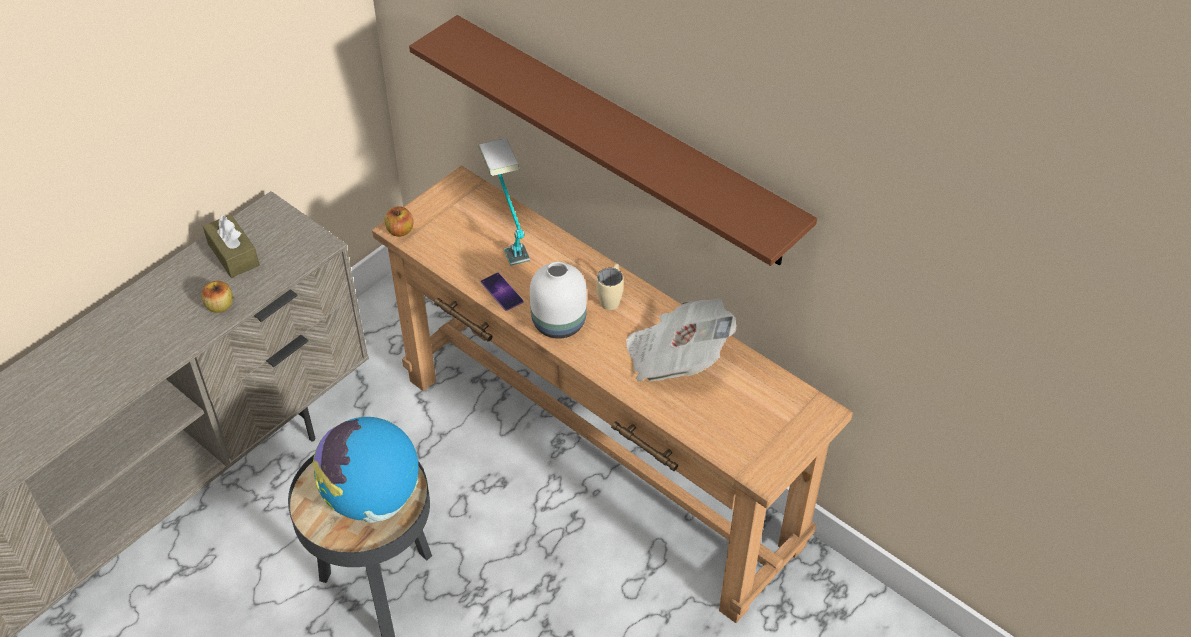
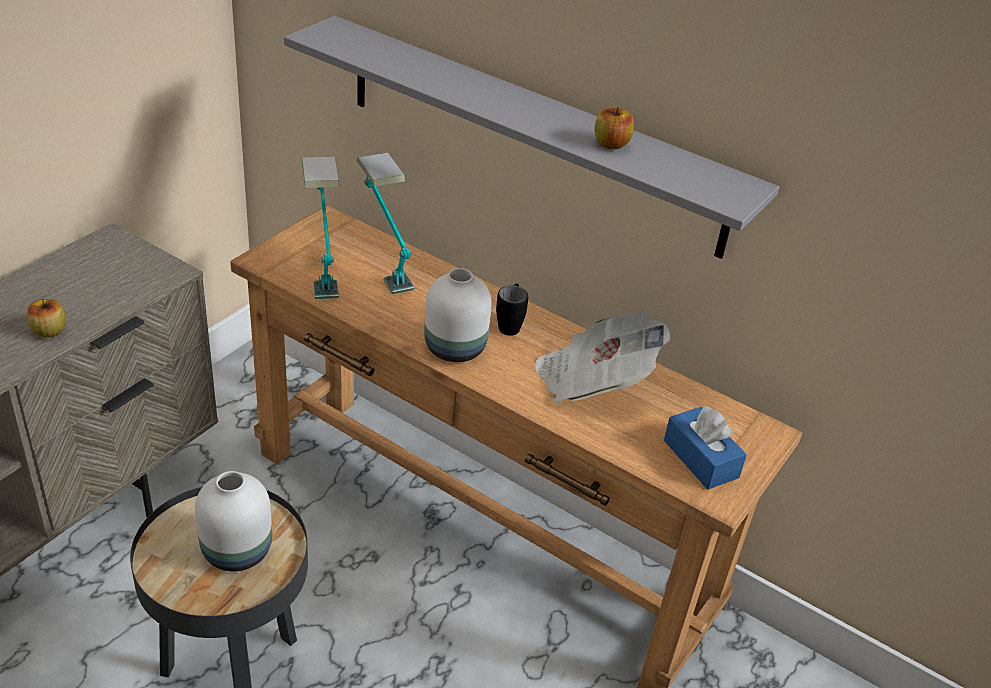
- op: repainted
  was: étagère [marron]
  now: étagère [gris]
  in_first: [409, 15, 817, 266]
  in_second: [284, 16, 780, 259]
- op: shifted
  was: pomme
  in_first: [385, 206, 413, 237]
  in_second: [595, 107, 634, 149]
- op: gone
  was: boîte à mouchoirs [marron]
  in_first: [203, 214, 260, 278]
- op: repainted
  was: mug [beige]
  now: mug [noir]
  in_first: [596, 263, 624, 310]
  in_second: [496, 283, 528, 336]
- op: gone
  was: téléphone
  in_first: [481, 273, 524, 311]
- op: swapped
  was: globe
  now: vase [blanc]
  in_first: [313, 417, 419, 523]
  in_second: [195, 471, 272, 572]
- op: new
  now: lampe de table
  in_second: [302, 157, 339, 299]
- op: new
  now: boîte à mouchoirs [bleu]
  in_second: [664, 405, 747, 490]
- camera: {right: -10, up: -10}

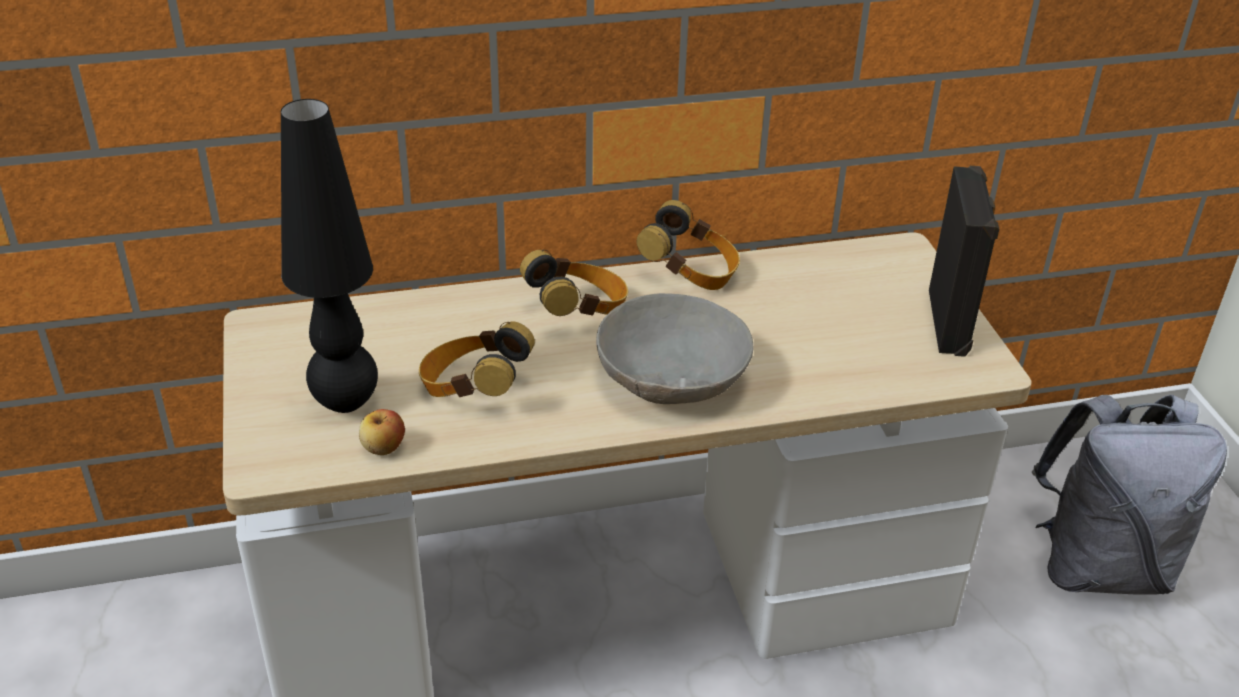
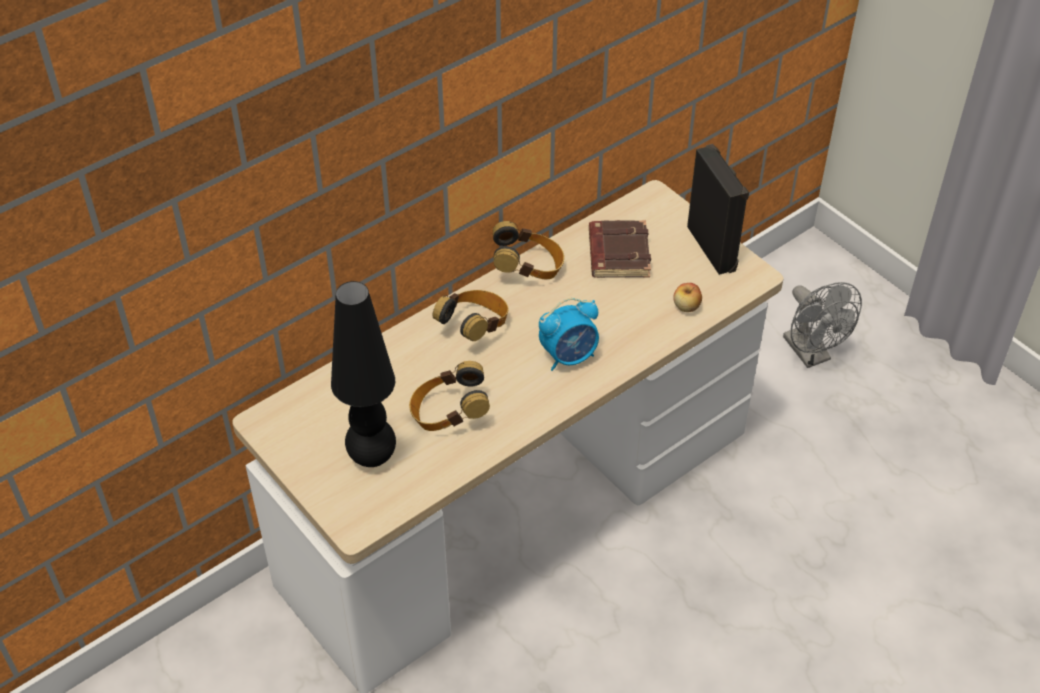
- op: swapped
  was: bol [gris]
  now: réveil
  in_first: [596, 293, 753, 404]
  in_second: [539, 298, 599, 371]
- op: swapped
  was: sac à dos [gris]
  now: ventilateur [gris]
  in_first: [1032, 395, 1227, 595]
  in_second: [783, 282, 862, 368]
- op: shifted
  was: pomme
  in_first: [359, 409, 405, 455]
  in_second: [673, 283, 702, 312]
- op: new
  now: livre [marron]
  in_second: [589, 220, 651, 278]
- camera: {right: -25, up: 10}

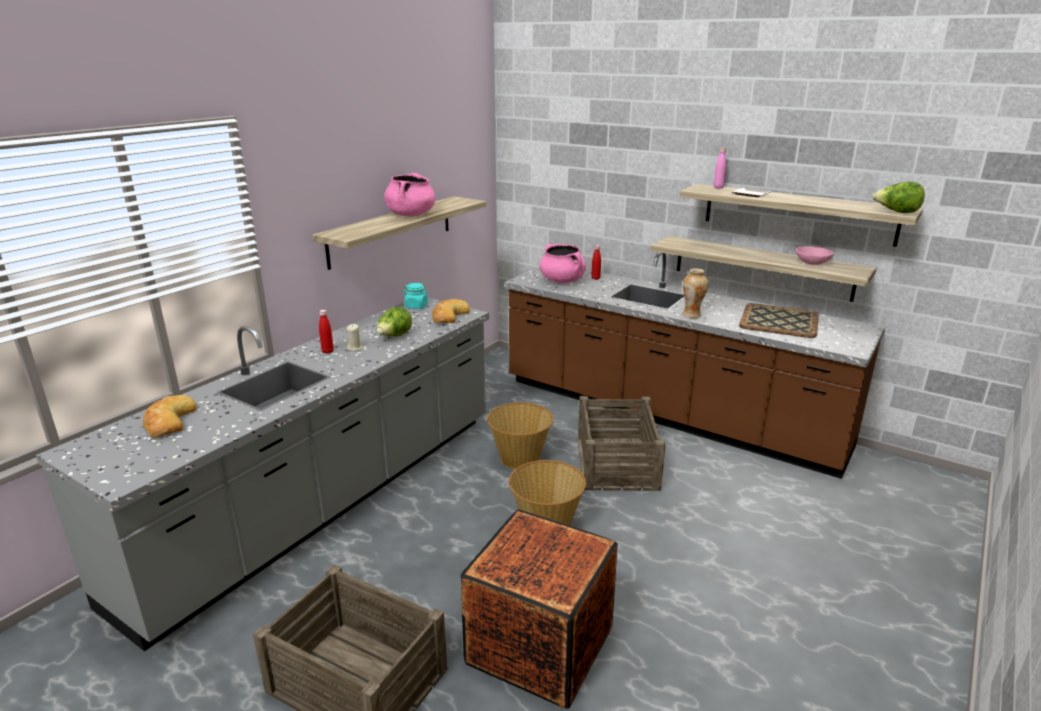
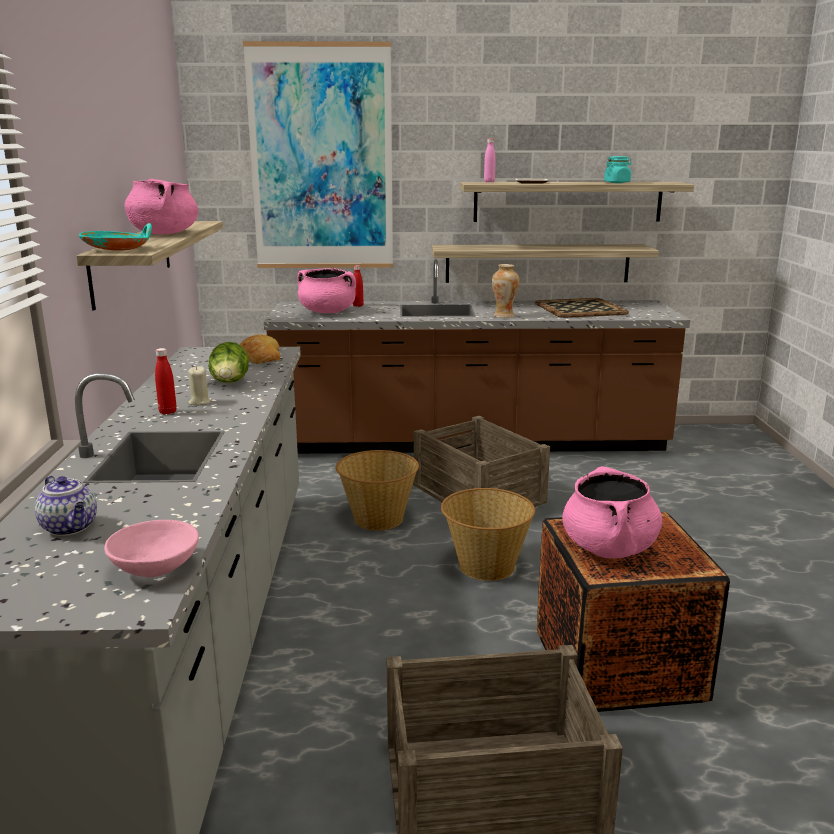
- op: gone
  was: laitue
  in_first: [872, 181, 925, 213]
- op: shifted
  was: bol [rose]
  in_first: [796, 246, 834, 265]
  in_second: [104, 520, 199, 577]
- op: shifted
  was: bocal [turquoise]
  in_first: [404, 283, 428, 309]
  in_second: [604, 156, 632, 183]
- op: swapped
  was: pain
  now: théière
  in_first: [143, 395, 196, 437]
  in_second: [35, 476, 97, 536]
- op: new
  now: tableau
  in_second: [243, 41, 393, 268]
- op: new
  now: bol [turquoise]
  in_second: [79, 223, 152, 250]
- op: new
  now: marmite [rose]
  in_second: [562, 466, 662, 558]
- camera: {right: -35, up: -5}

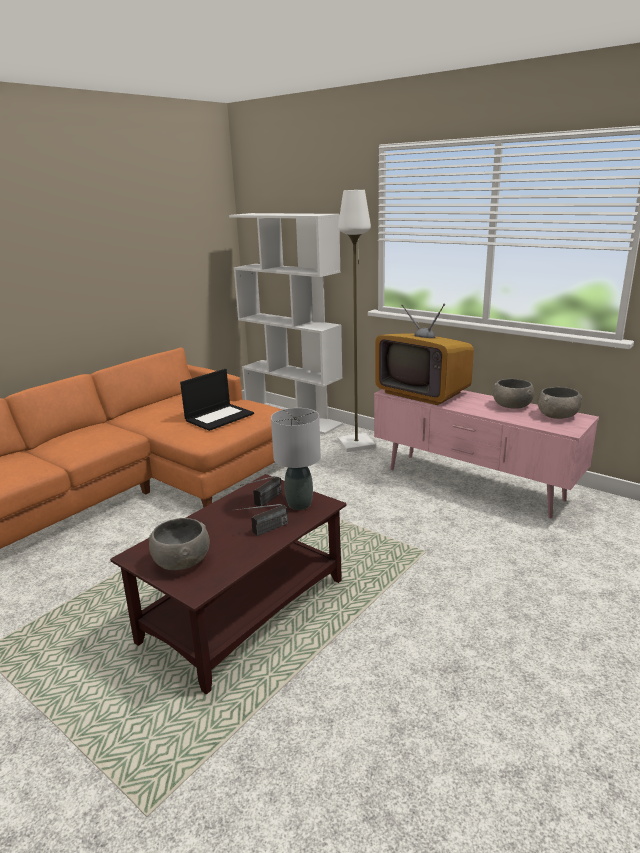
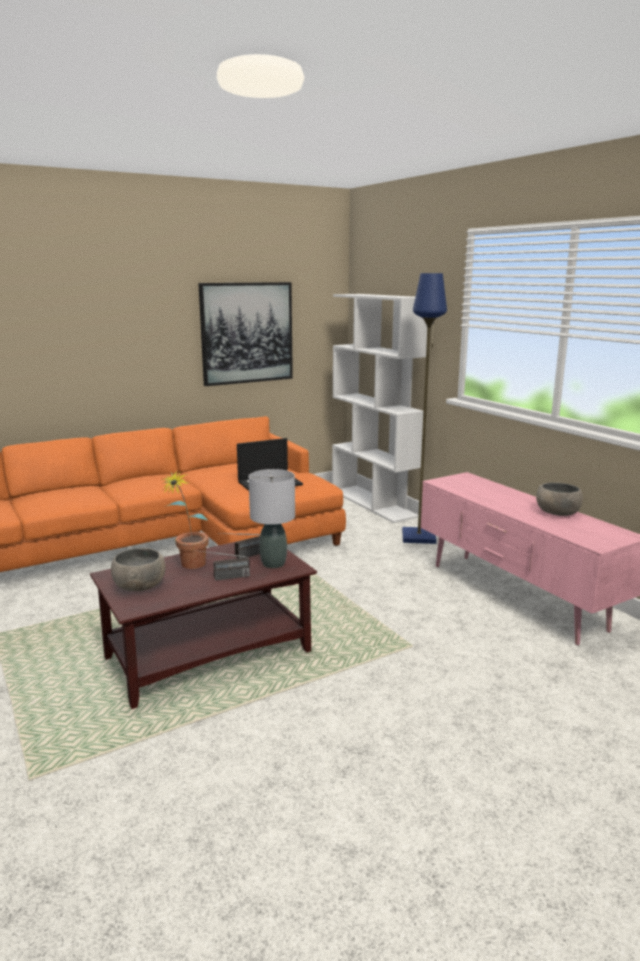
- op: repainted
  was: lampadaire [blanc]
  now: lampadaire [bleu]
  in_first: [338, 190, 376, 452]
  in_second: [402, 273, 447, 544]
- op: gone
  was: téléviseur
  in_first: [375, 304, 474, 405]
- op: gone
  was: bol [gris]
  in_first: [537, 387, 582, 419]
- op: new
  now: tableau
  in_second: [198, 282, 293, 386]
- op: new
  now: plante en pot
  in_second: [162, 469, 209, 569]
- camera: {right: 20, up: -5}

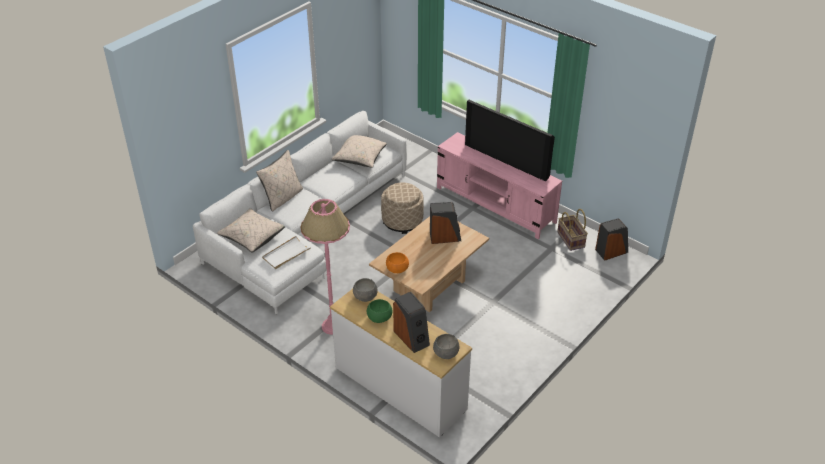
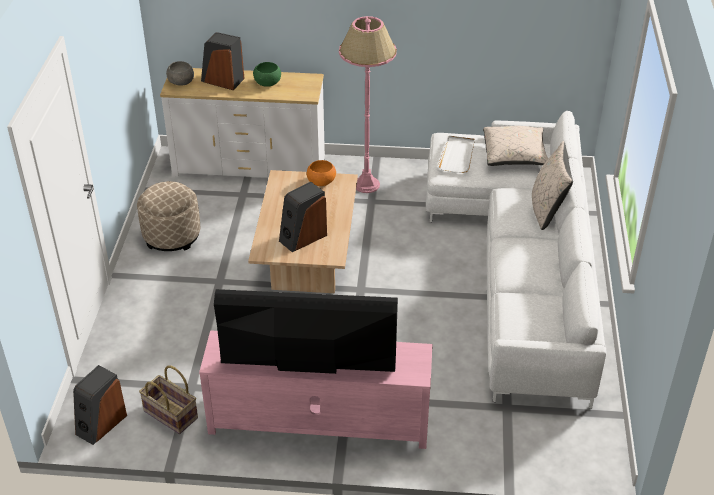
- op: gone
  was: coussin [beige]
  in_first: [332, 135, 387, 168]
- op: shifted
  was: pouf [beige]
  in_first: [381, 183, 424, 234]
  in_second: [137, 181, 201, 251]
- op: gone
  was: bol [gris]
  in_first: [353, 278, 378, 302]
- camera: {right: 145, up: 0}

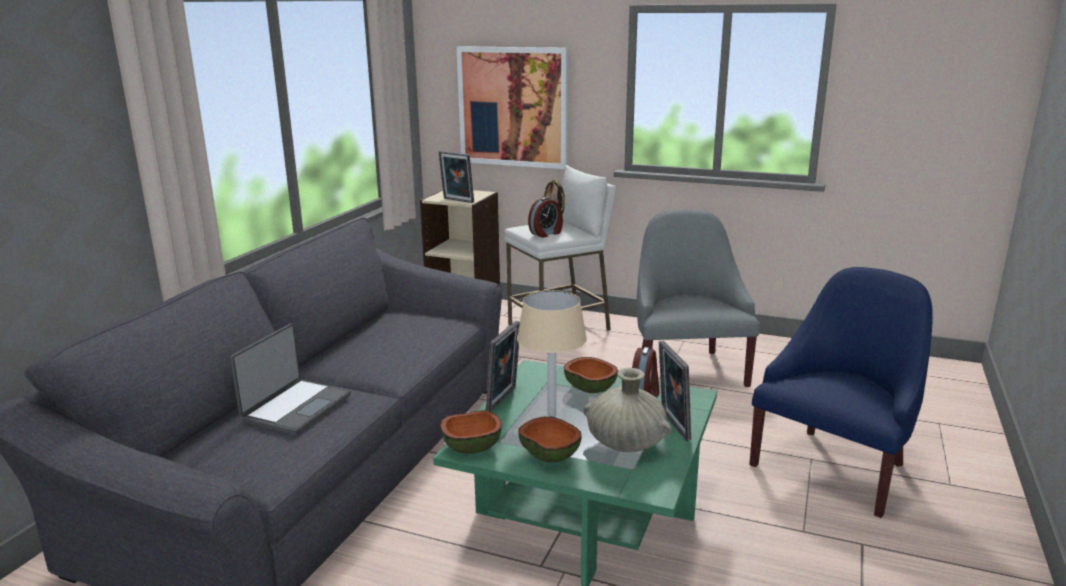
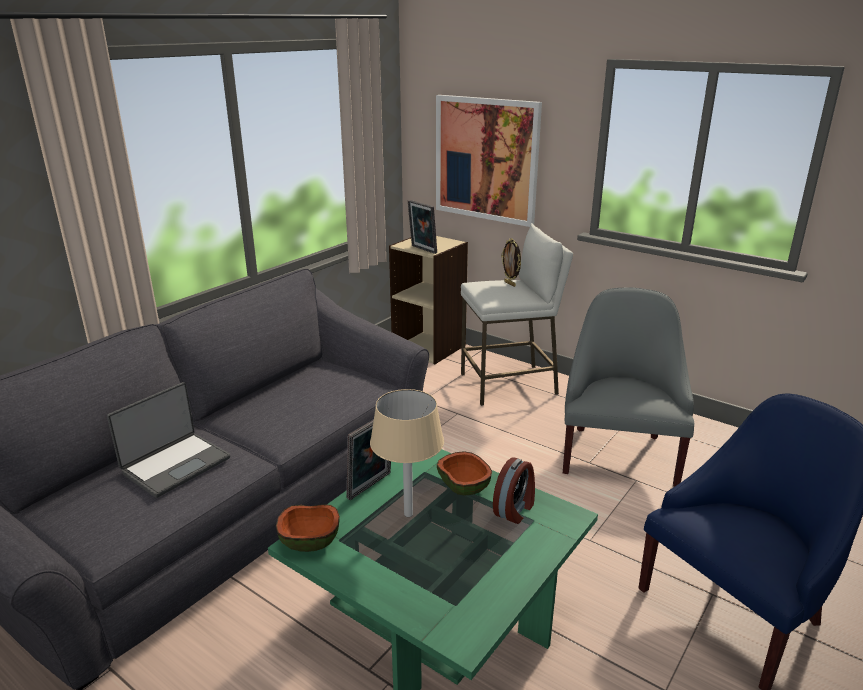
- op: gone
  was: réveil
  in_first: [528, 197, 563, 238]
- op: gone
  was: cadre photo
  in_first: [659, 341, 691, 441]
- op: gone
  was: vase [beige]
  in_first: [584, 368, 672, 452]
- op: gone
  was: bol
  in_first: [518, 417, 582, 462]
- camera: {right: 15, up: 5}

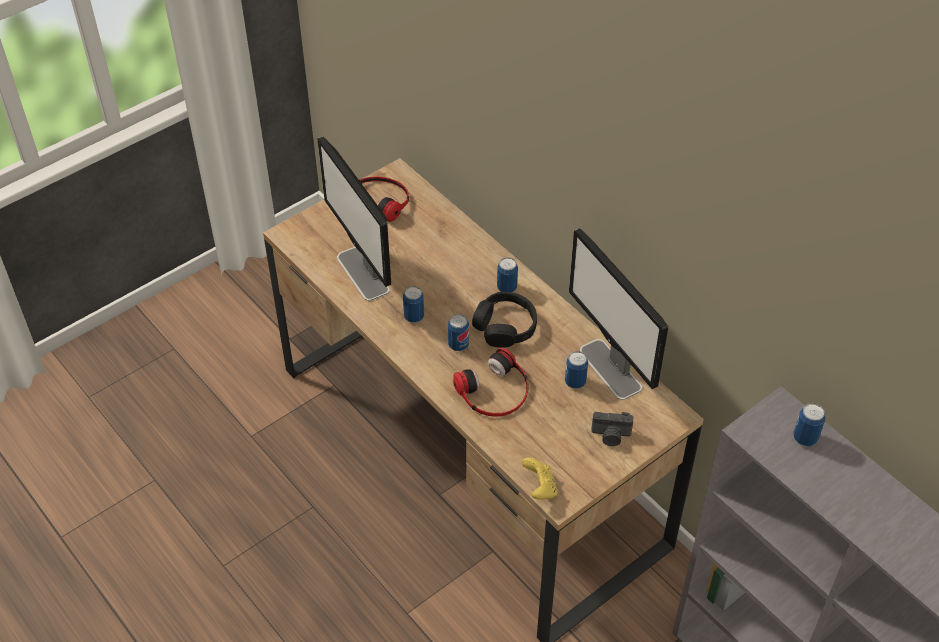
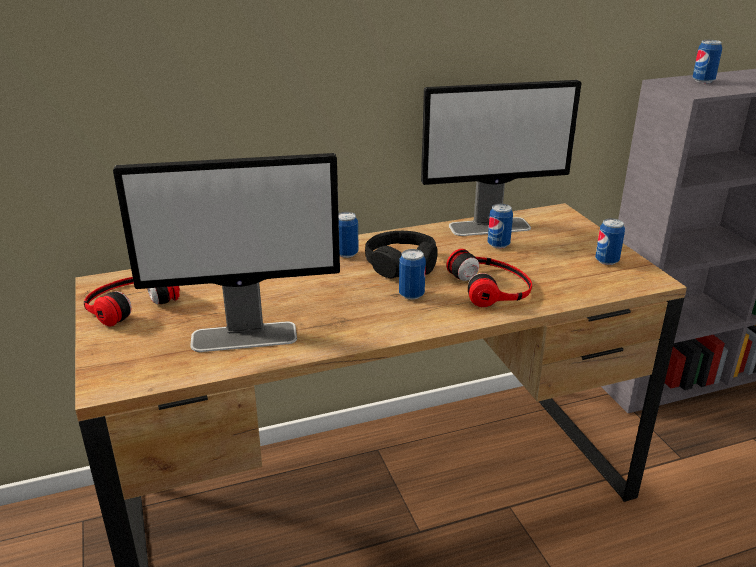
- op: shifted
  was: boîte métallique
  in_first: [403, 286, 424, 323]
  in_second: [595, 218, 625, 265]
- op: gone
  was: appareil photo
  in_first: [591, 412, 633, 446]
- op: gone
  was: manette [jaune]
  in_first: [522, 457, 558, 500]
- camera: {right: -70, up: -20}

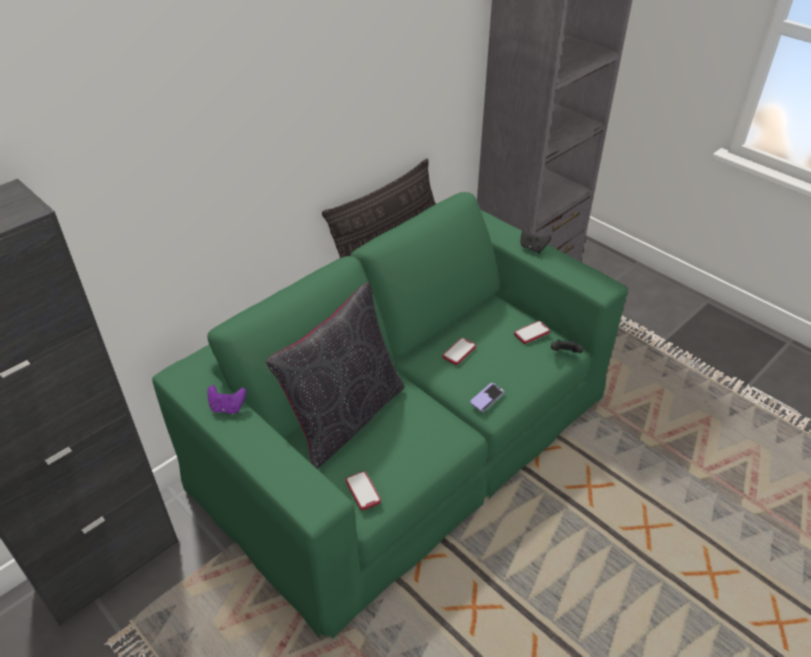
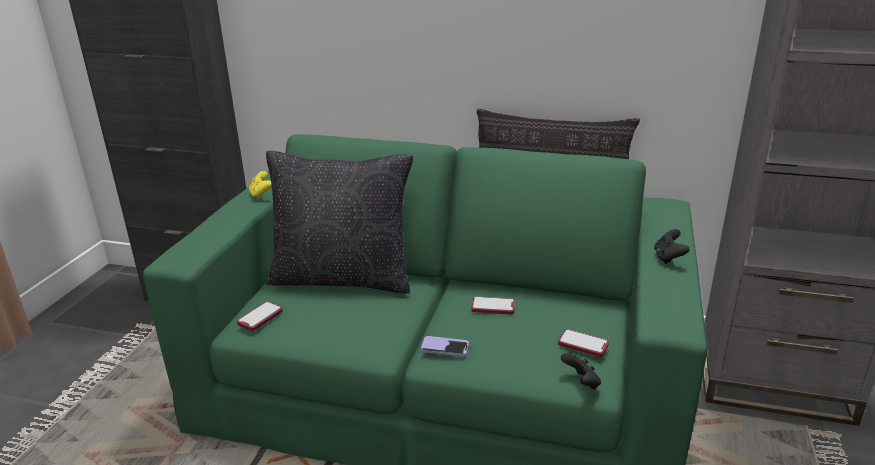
- op: repainted
  was: manette [violet]
  now: manette [jaune]
  in_first: [207, 385, 246, 414]
  in_second: [249, 171, 272, 199]
- camera: {right: 60, up: -15}

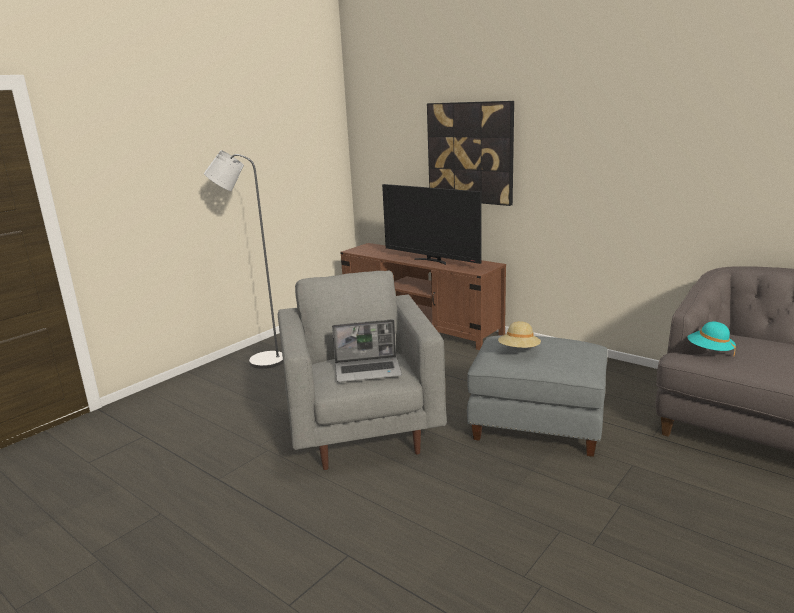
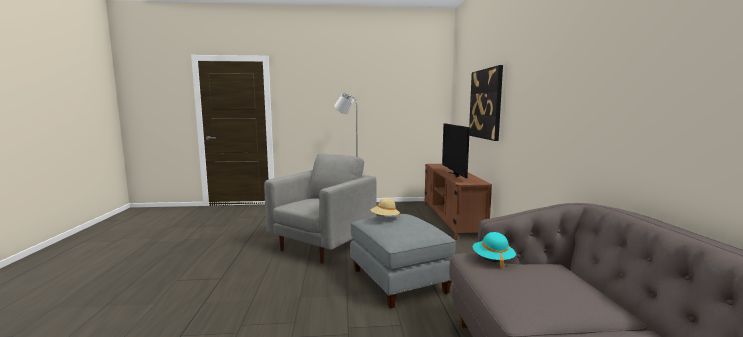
- op: gone
  was: ordinateur portable
  in_first: [332, 319, 402, 382]
- camera: {right: 45, up: -10}

